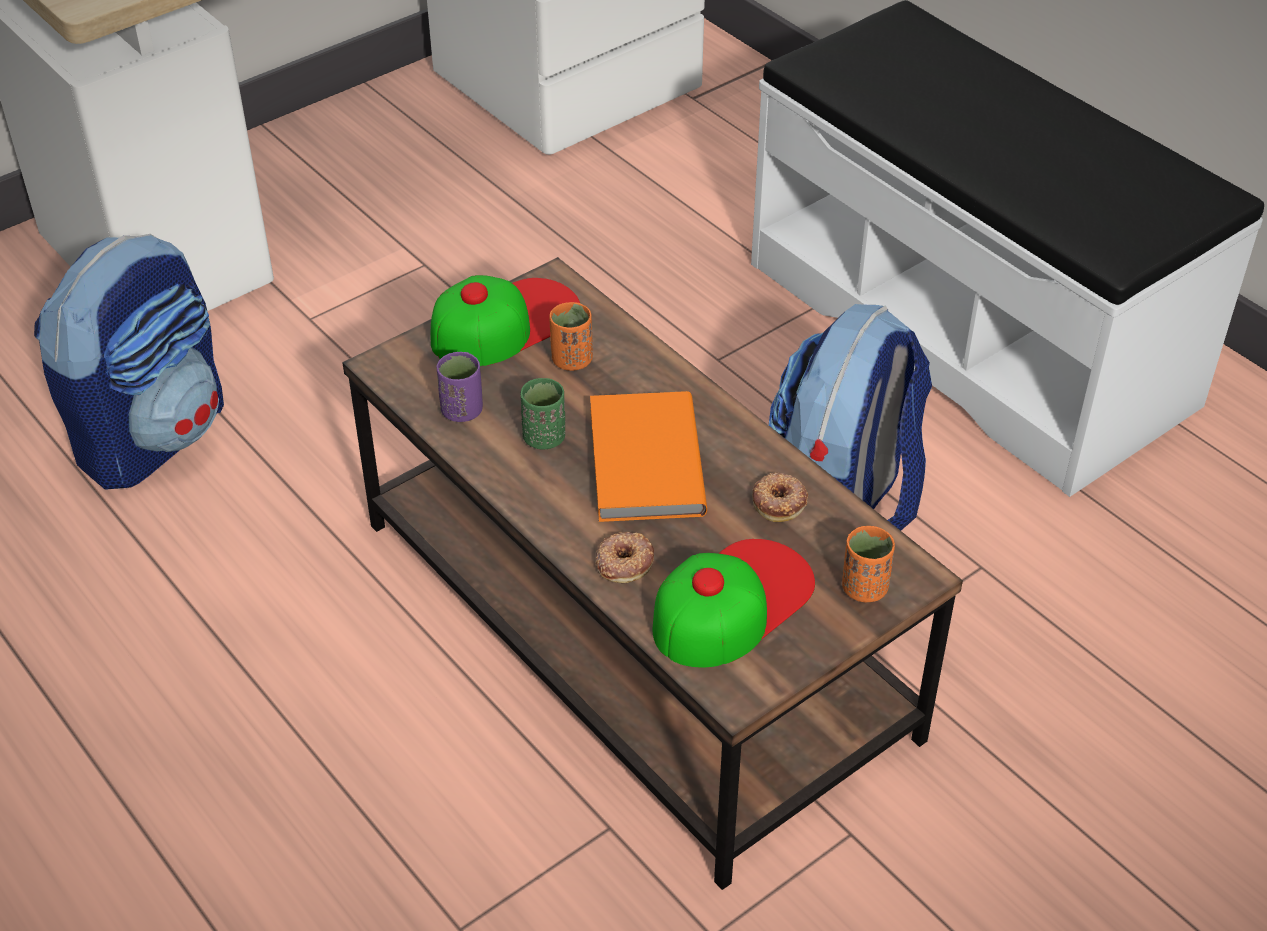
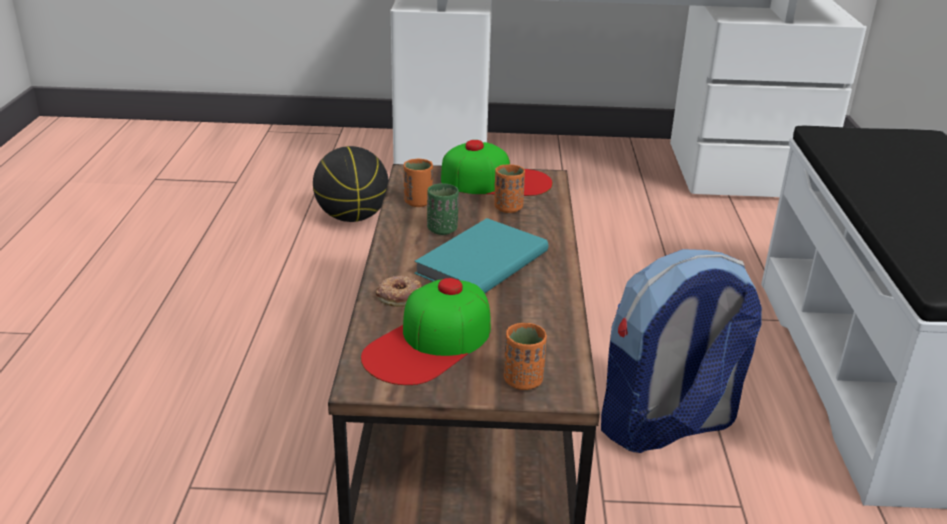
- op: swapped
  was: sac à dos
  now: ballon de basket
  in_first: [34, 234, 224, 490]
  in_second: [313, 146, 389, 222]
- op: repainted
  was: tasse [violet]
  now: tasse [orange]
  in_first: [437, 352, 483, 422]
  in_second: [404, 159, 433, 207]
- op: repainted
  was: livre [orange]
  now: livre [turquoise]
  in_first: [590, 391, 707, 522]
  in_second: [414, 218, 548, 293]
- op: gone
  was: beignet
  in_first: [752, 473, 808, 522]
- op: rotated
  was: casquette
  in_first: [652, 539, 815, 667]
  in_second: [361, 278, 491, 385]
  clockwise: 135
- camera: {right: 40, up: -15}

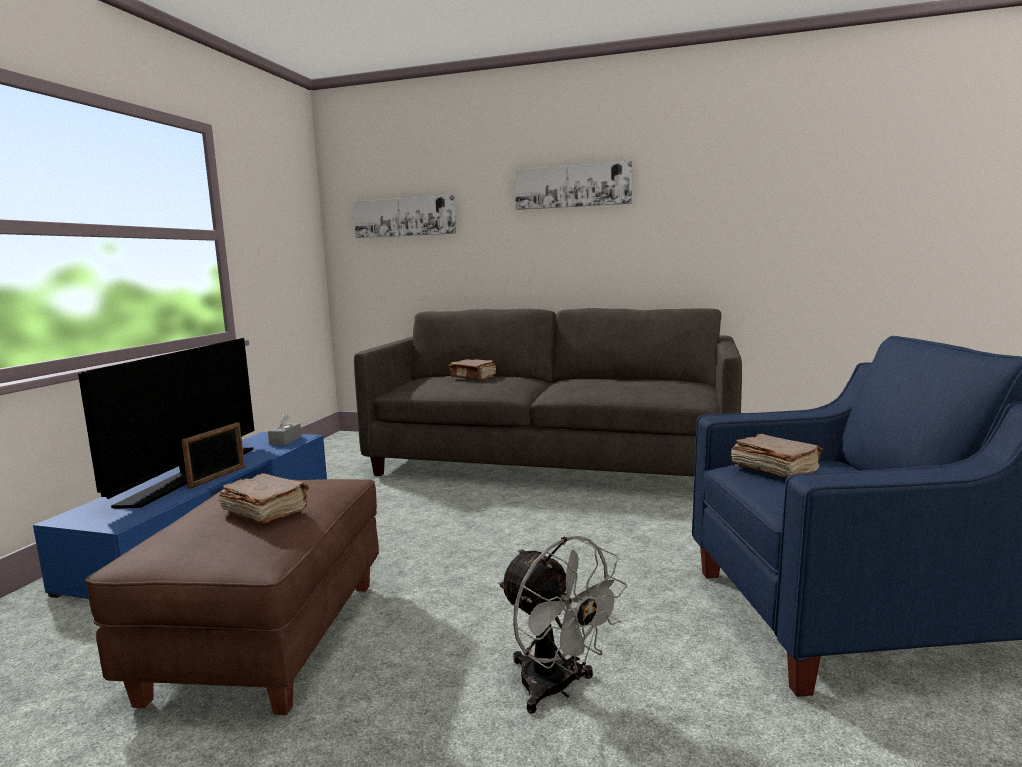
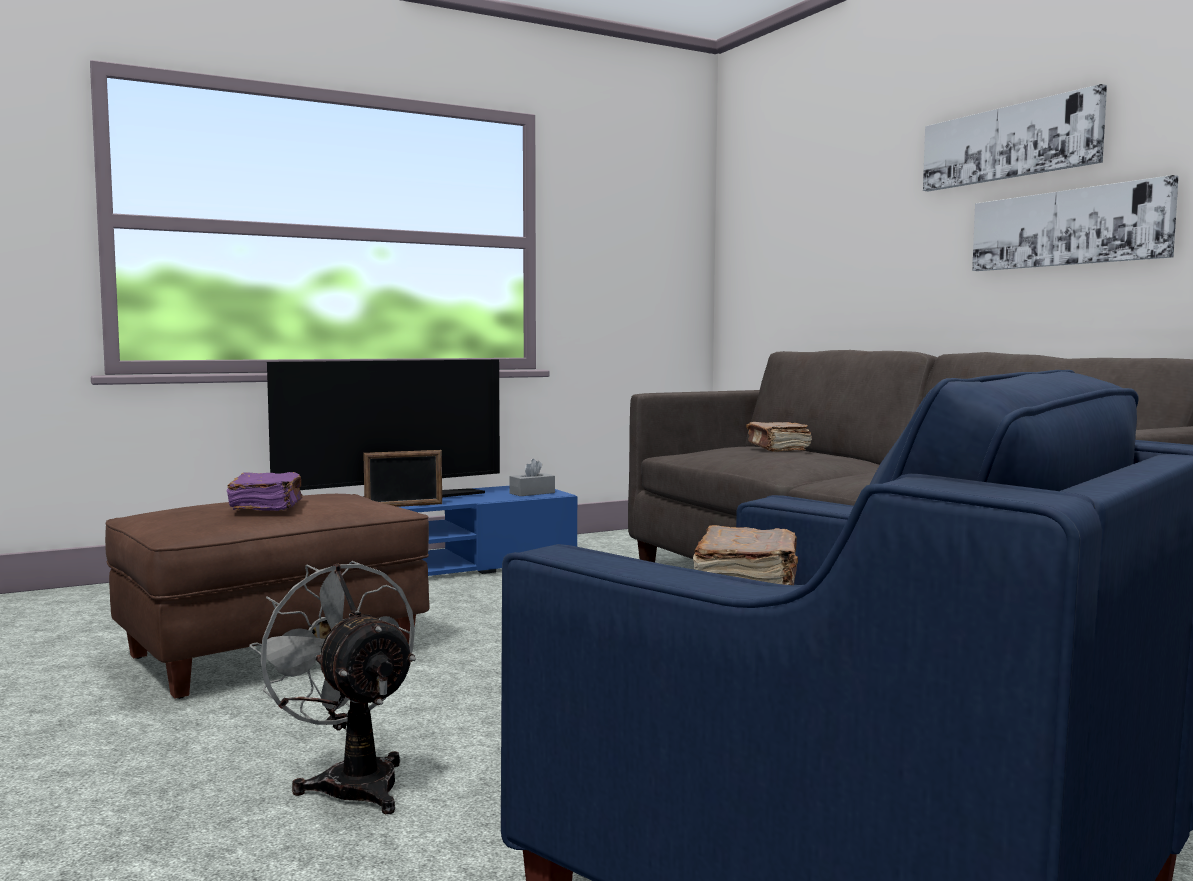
- op: shifted
  was: tableau
  in_first: [353, 195, 456, 238]
  in_second: [972, 175, 1179, 271]
- op: repainted
  was: livre [marron]
  now: livre [violet]
  in_first: [218, 473, 309, 524]
  in_second: [227, 472, 302, 511]
- op: rotated
  was: ventilateur [gris]
  in_first: [499, 536, 628, 714]
  in_second: [249, 561, 416, 814]
  clockwise: 135
- camera: {right: 45, up: -5}

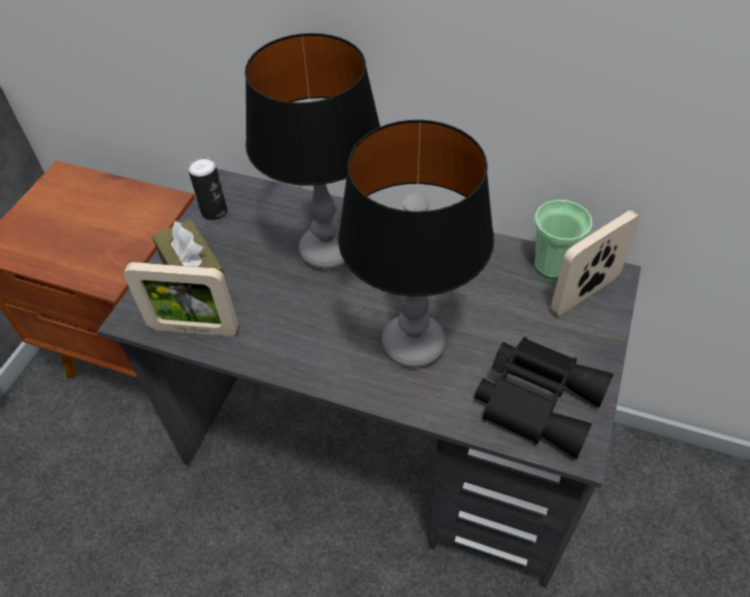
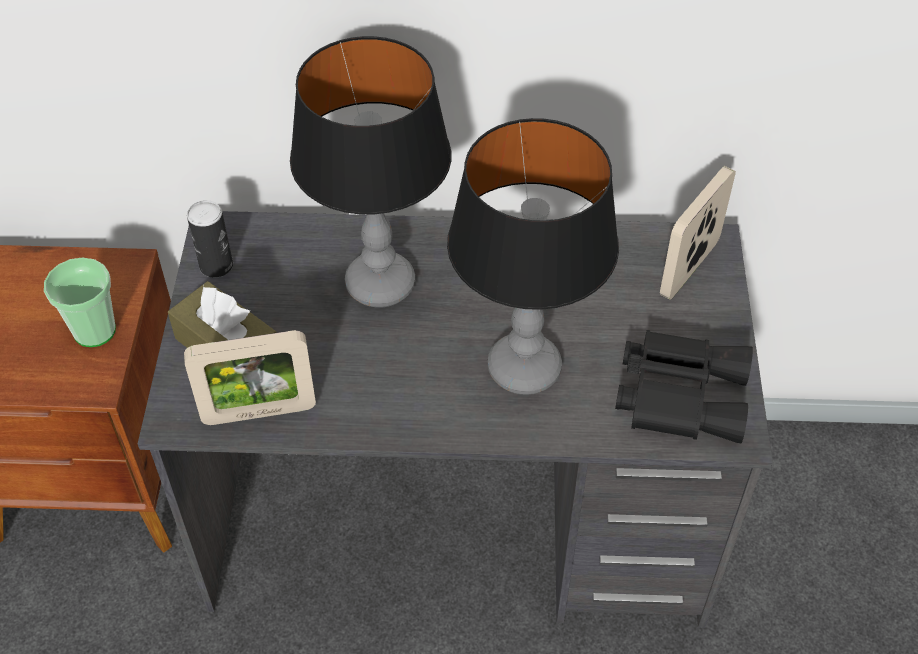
- op: shifted
  was: tasse
  in_first: [534, 200, 592, 279]
  in_second: [44, 257, 116, 347]
- camera: {right: -20, up: 0}

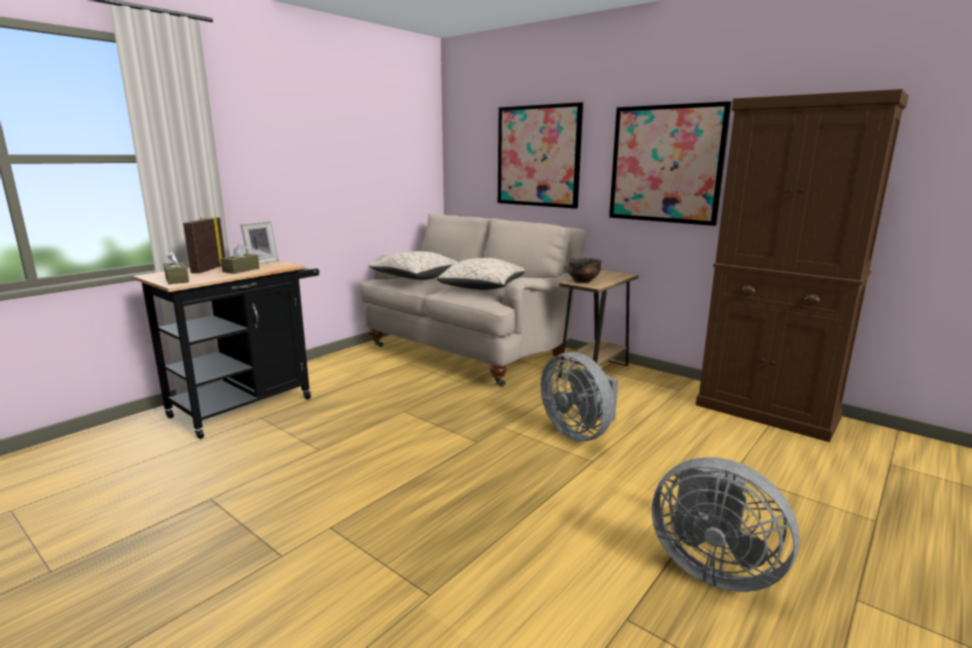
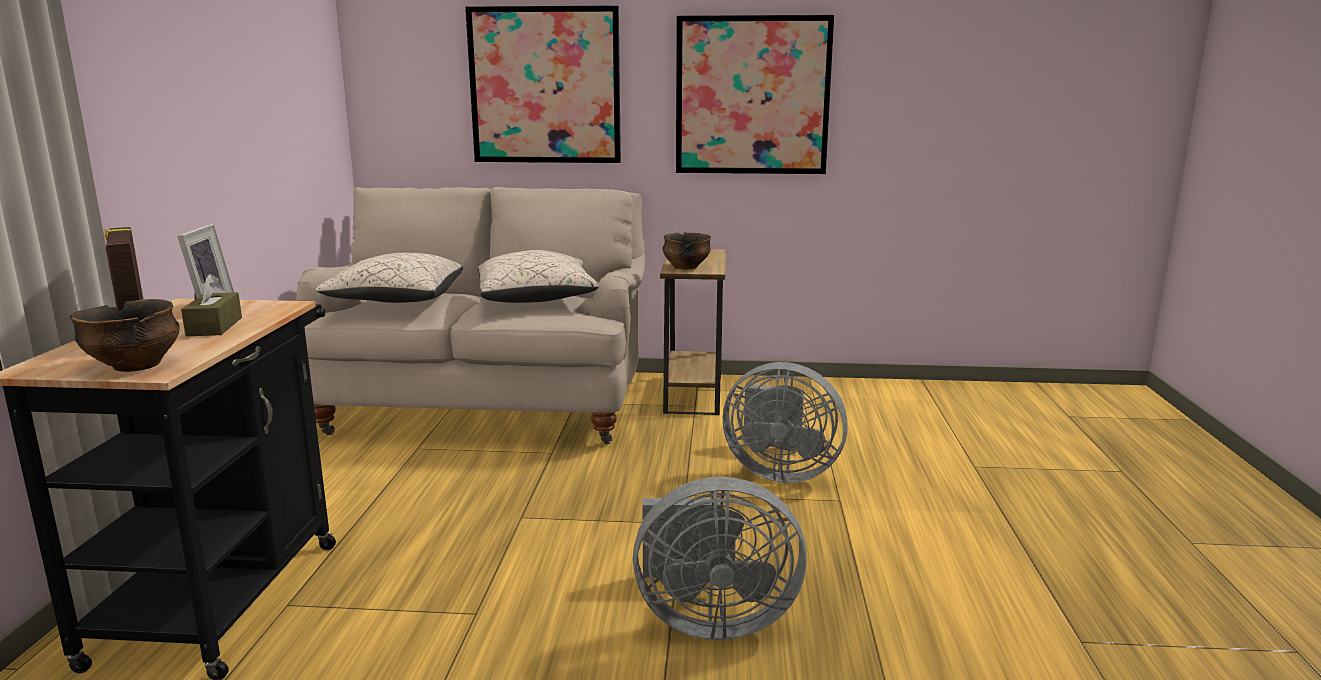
- op: gone
  was: meuble de rangement [marron]
  in_first: [696, 89, 909, 442]
- op: swapped
  was: boîte à mouchoirs [marron]
  now: bol
  in_first: [163, 251, 189, 284]
  in_second: [70, 299, 179, 372]
- op: shifted
  was: ventilateur [gris]
  in_first: [652, 457, 799, 592]
  in_second: [633, 477, 807, 640]
- camera: {right: -35, up: 0}

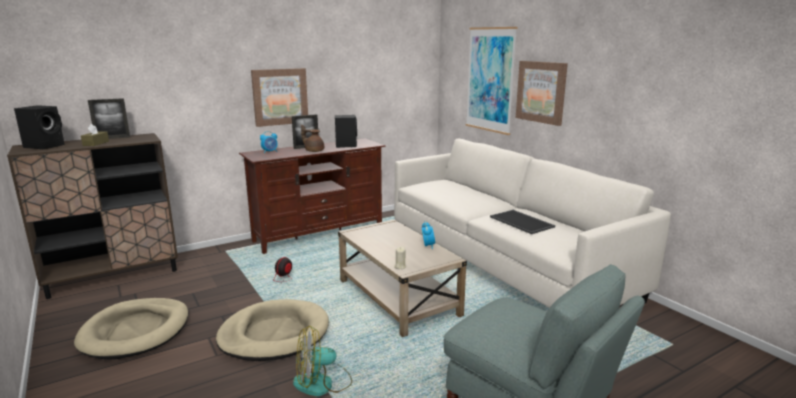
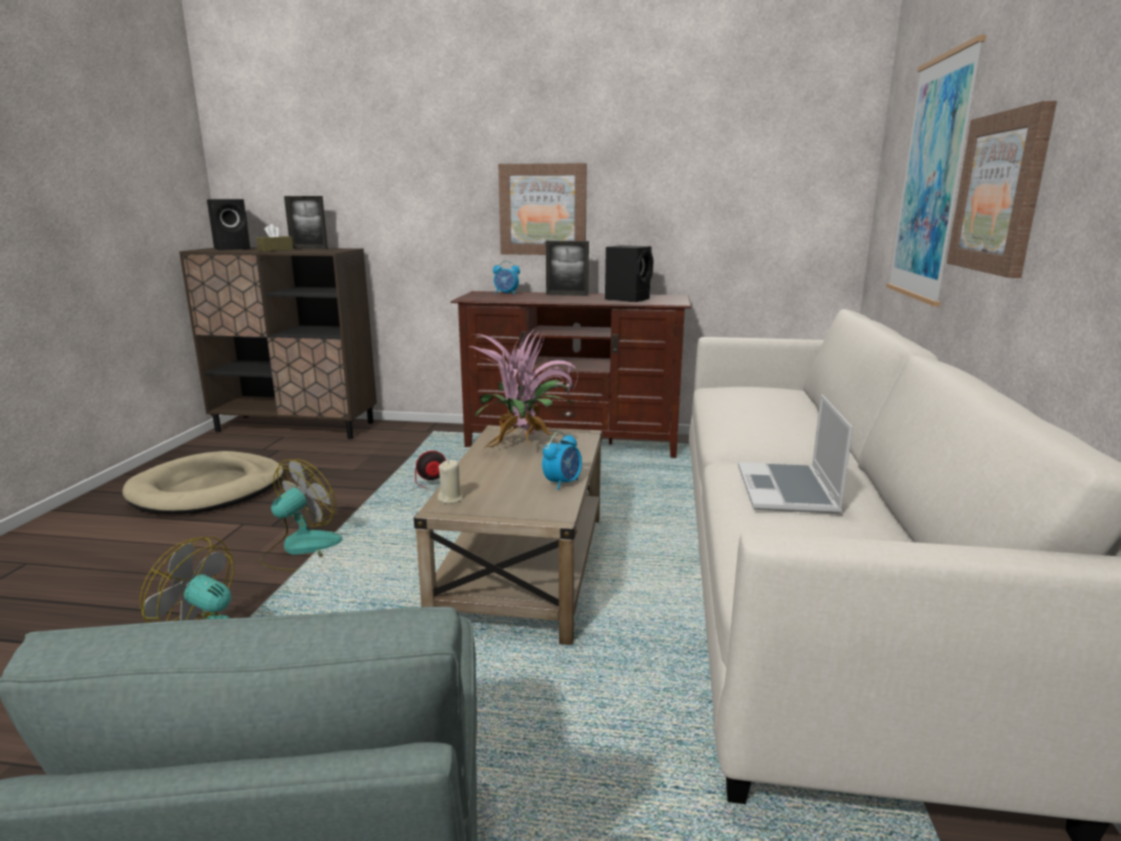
- op: gone
  was: théière [marron]
  in_first: [301, 125, 324, 152]
- op: swapped
  was: plateau
  now: ordinateur portable
  in_first: [490, 210, 555, 234]
  in_second: [738, 394, 853, 514]
- op: swapped
  was: panier pour chien [beige]
  now: ventilateur
  in_first: [216, 299, 329, 361]
  in_second: [259, 459, 342, 571]
- op: new
  now: plante en pot
  in_second: [469, 328, 578, 450]
- camera: {right: 40, up: 0}

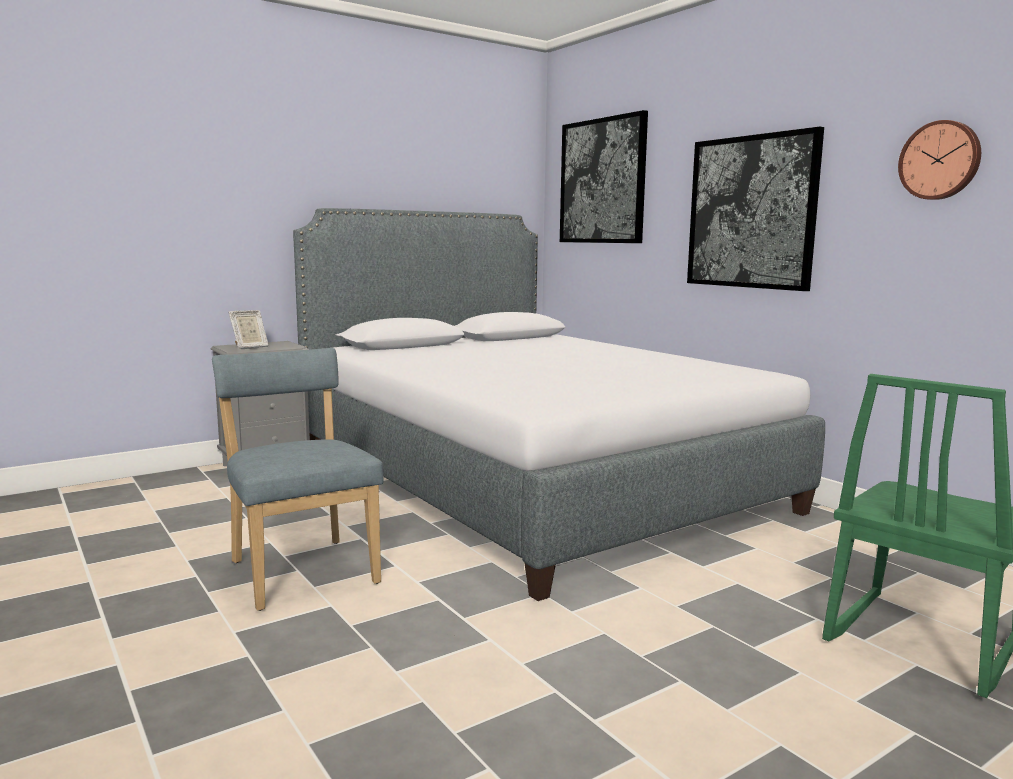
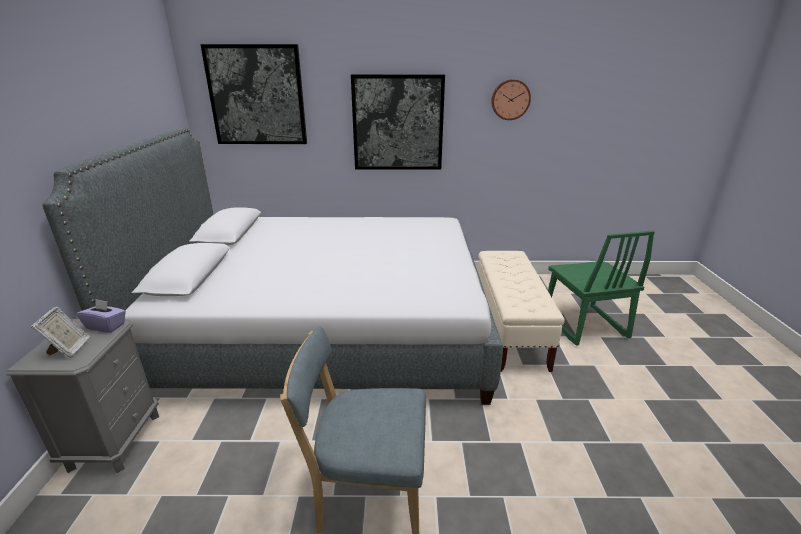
- op: new
  now: banc [beige]
  in_second: [478, 251, 565, 372]
- op: new
  now: boîte à mouchoirs [violet]
  in_second: [77, 299, 126, 333]
- camera: {right: -55, up: 15}

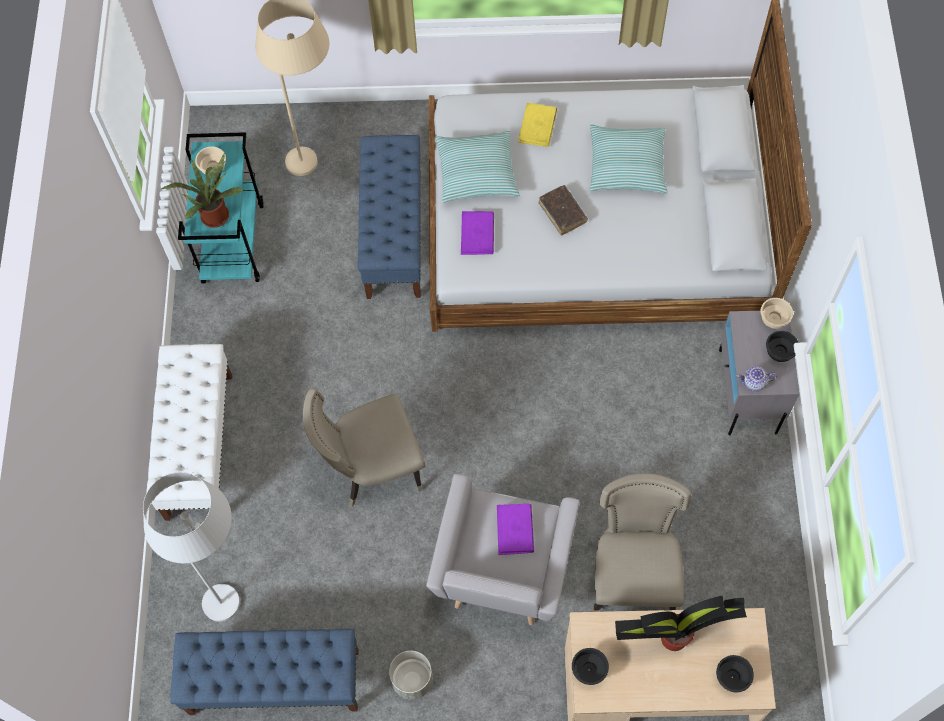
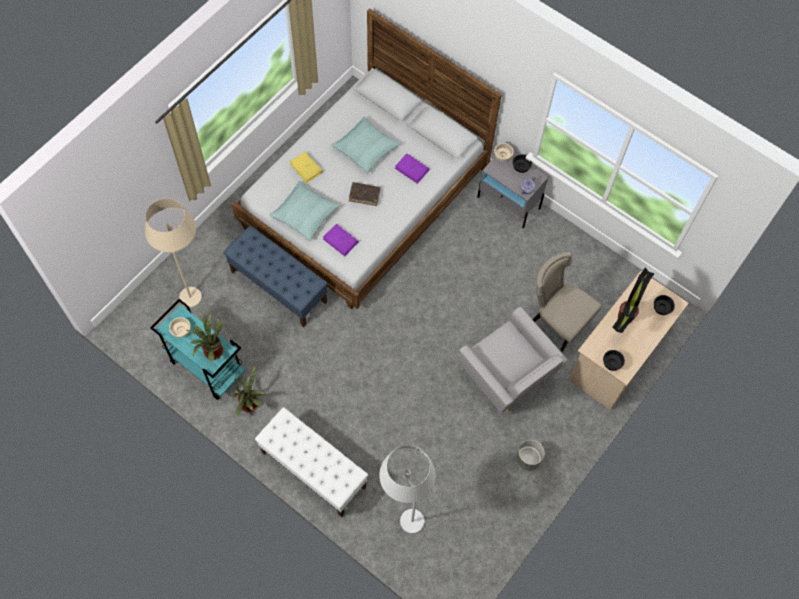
- op: gone
  was: chaise [beige]
  in_first: [303, 388, 425, 506]
- op: shifted
  was: livre [violet]
  in_first: [497, 504, 534, 555]
  in_second: [395, 154, 429, 184]
- op: gone
  was: banc [bleu]
  in_first: [170, 629, 359, 715]
- op: new
  now: plante en pot
  in_second: [232, 366, 266, 417]
- camera: {right: -55, up: 0}

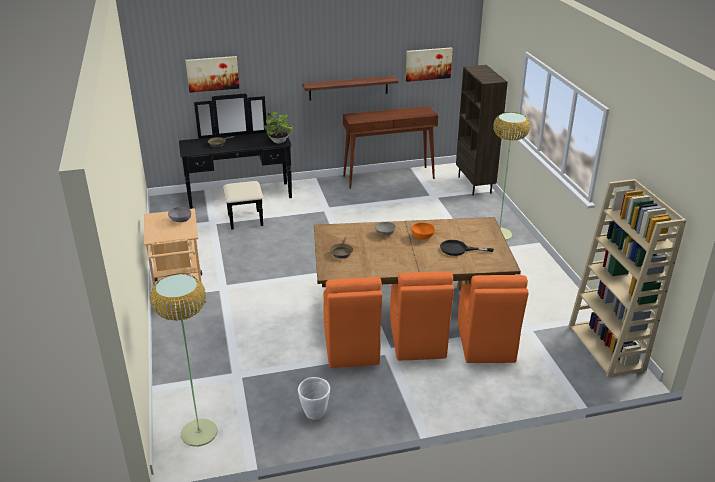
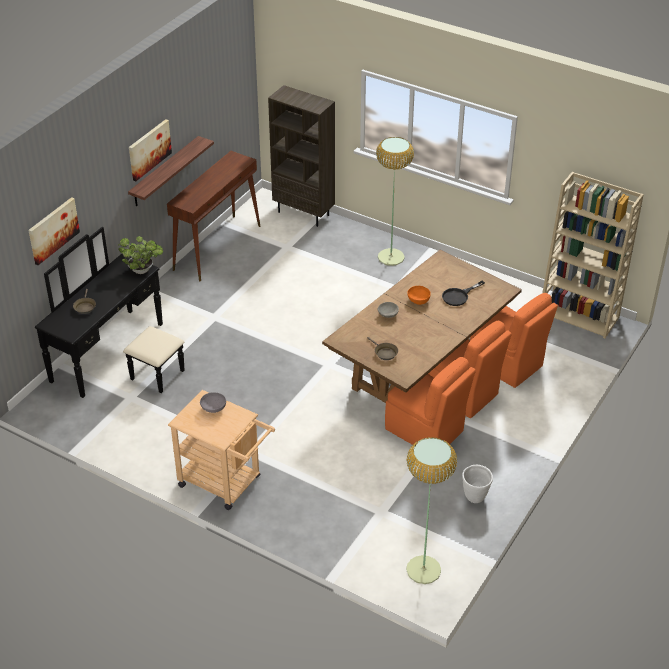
- op: shifted
  was: tableau
  in_first: [406, 47, 453, 82]
  in_second: [129, 119, 172, 181]
- camera: {right: -45, up: 10}

